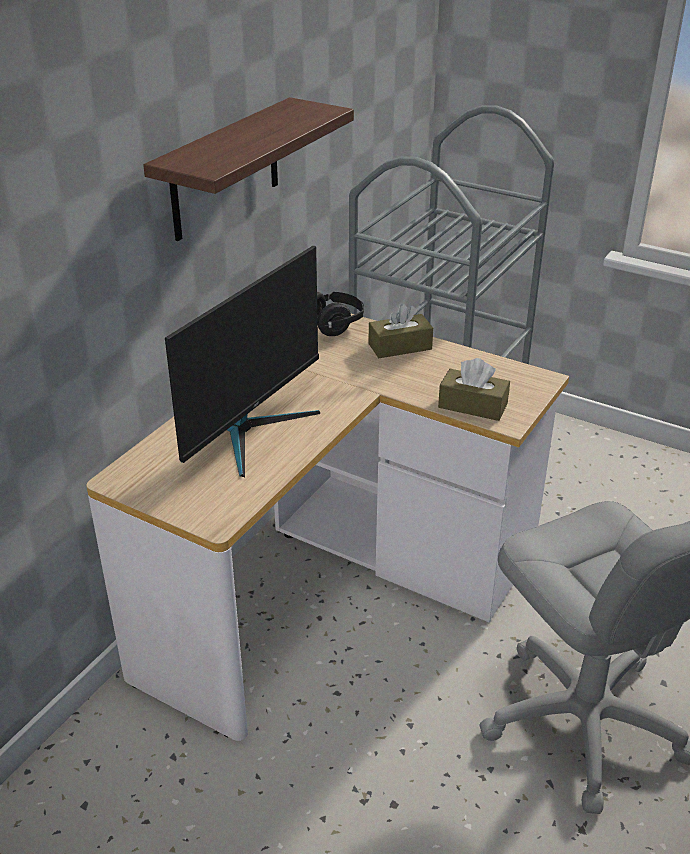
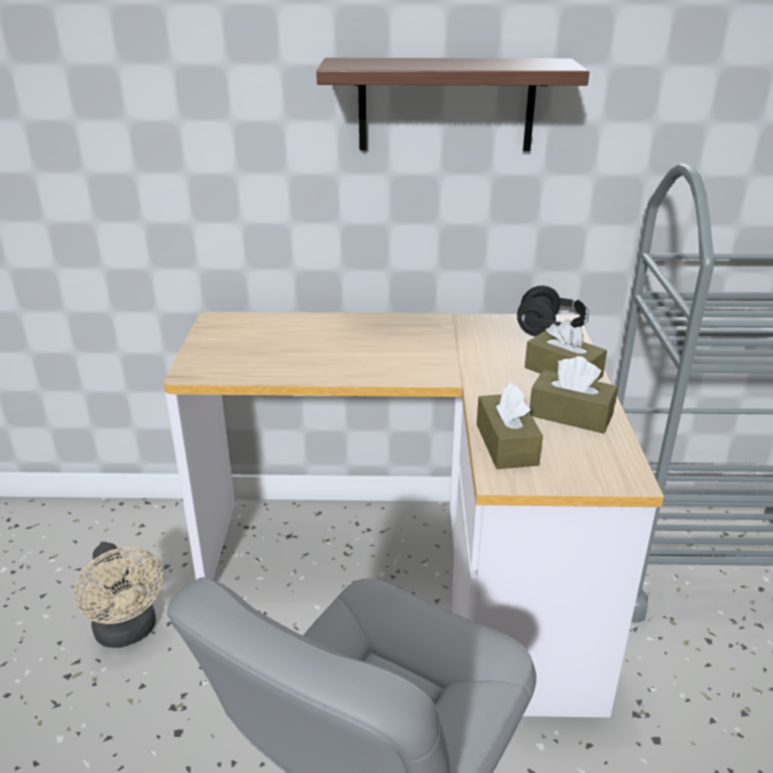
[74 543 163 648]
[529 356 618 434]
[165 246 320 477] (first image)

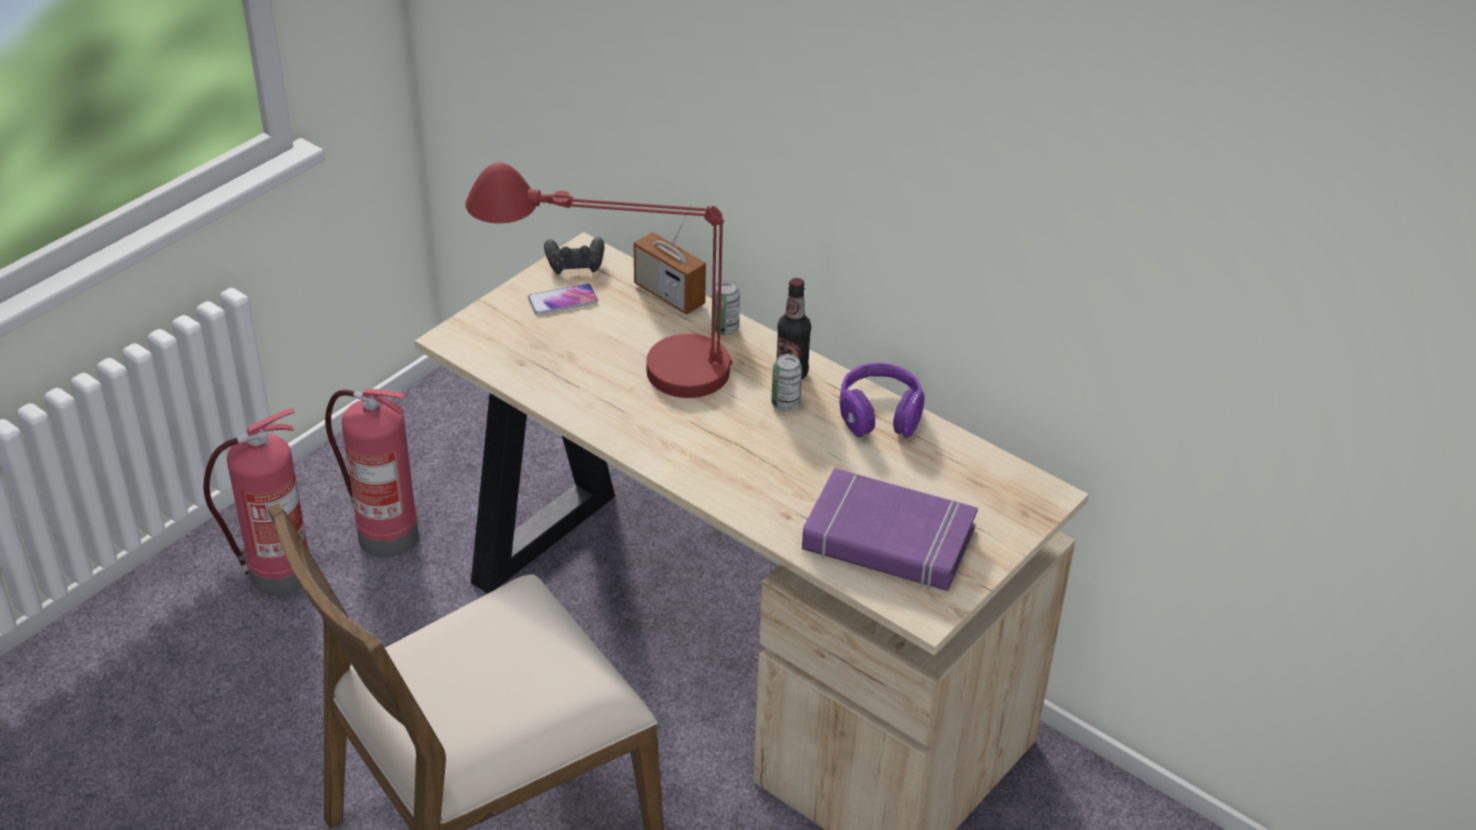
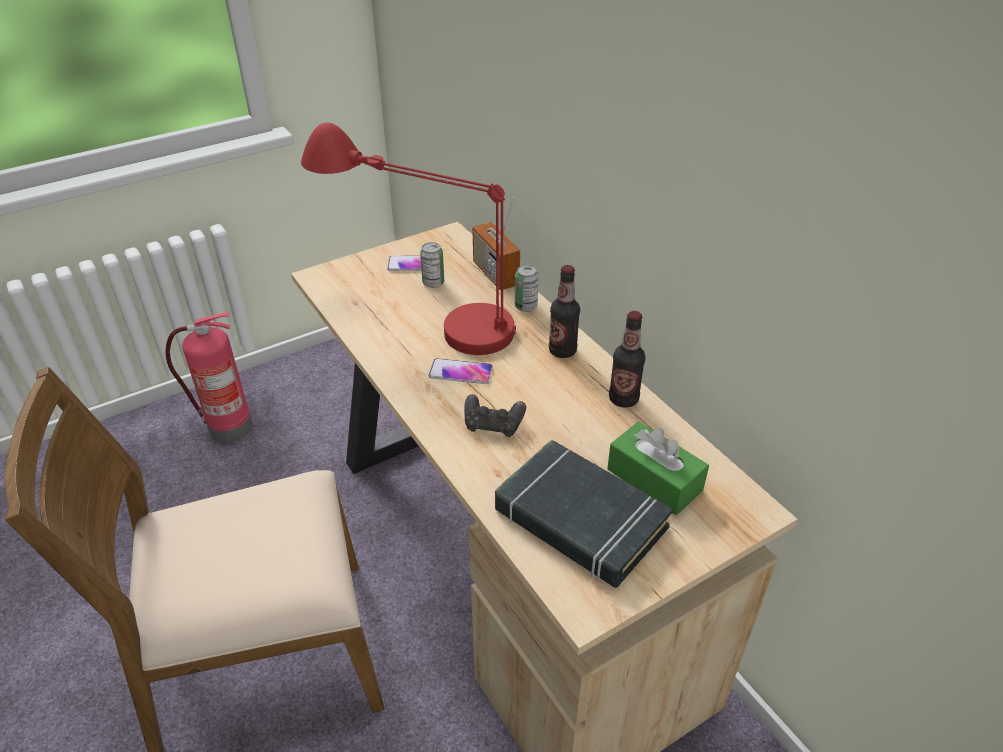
[420 242 444 288]
[428 358 493 384]
[464 394 526 437]
[495 439 673 588]
[607 422 709 515]
[609 311 646 408]
[325 388 419 558] (first image)

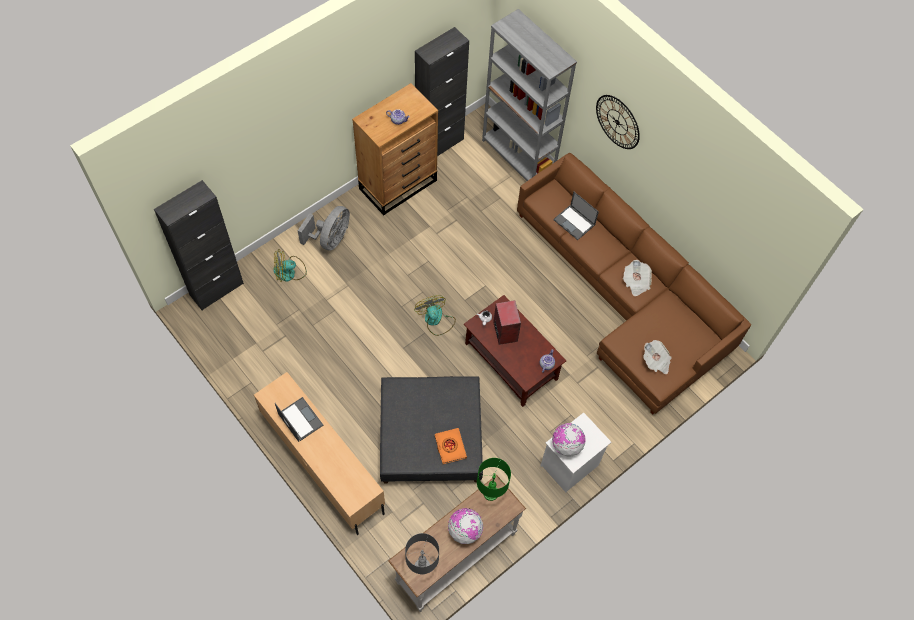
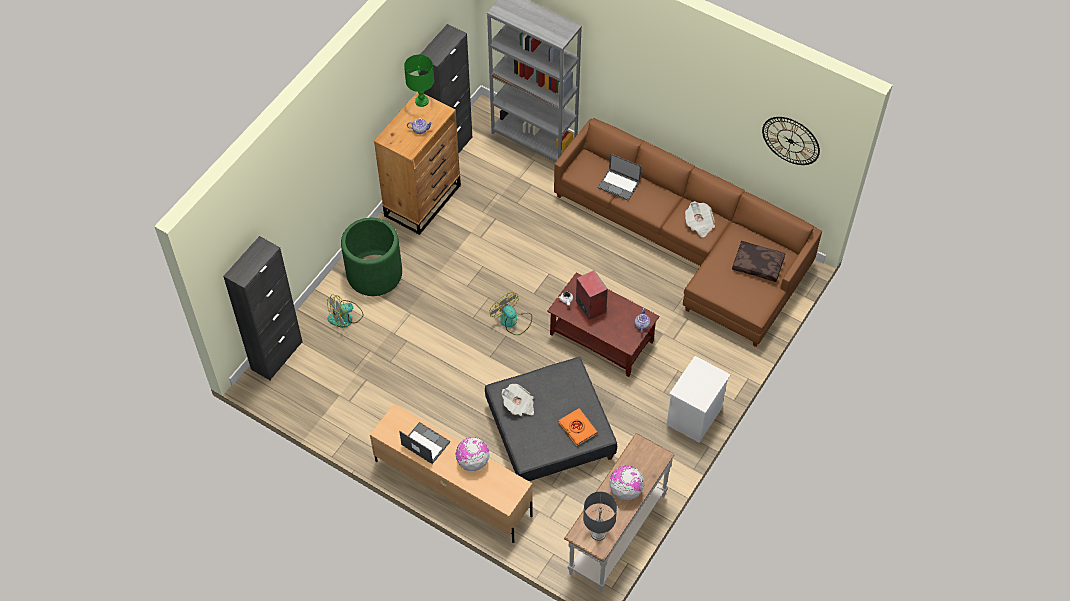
[341 218 402 296]
[404 54 434 107]
[456 437 489 471]
[502 384 534 416]
[732 241 785 282]
[762 117 820 165]

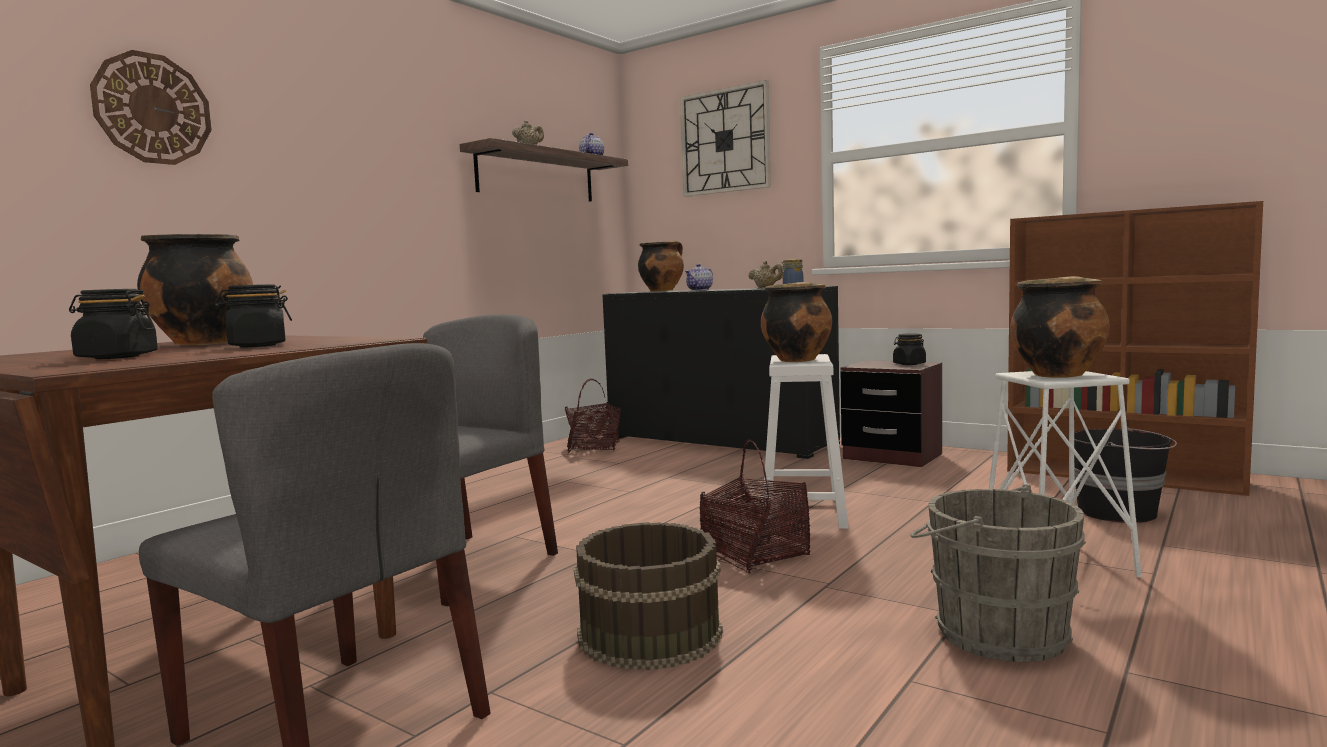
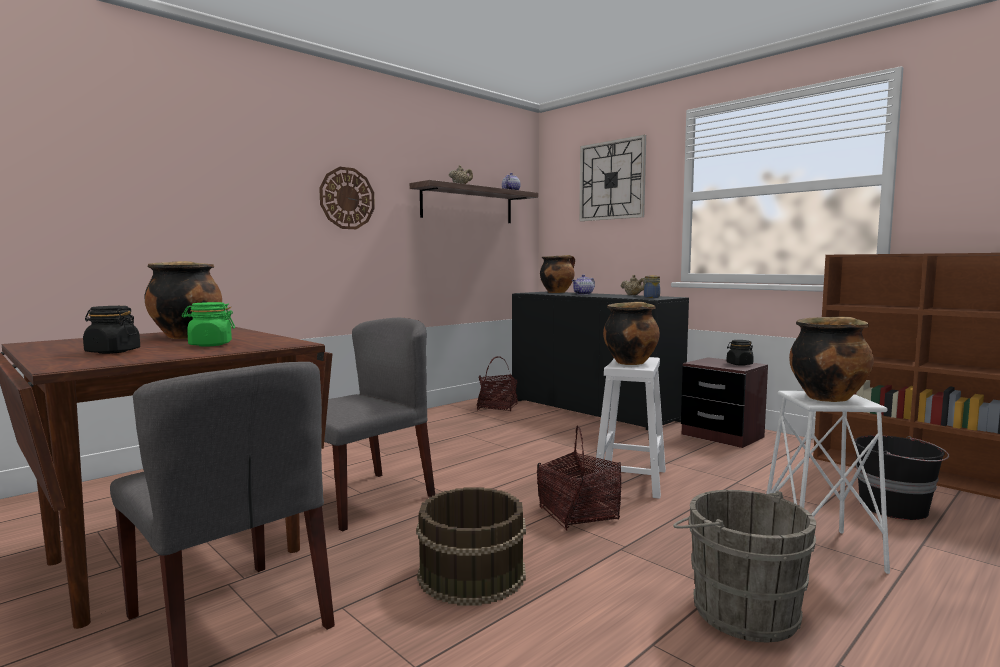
[182 302 235 346]
[319 167 375 229]

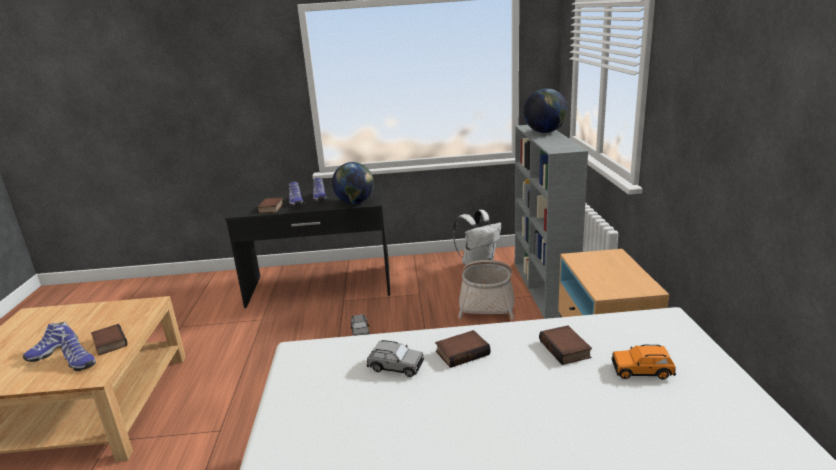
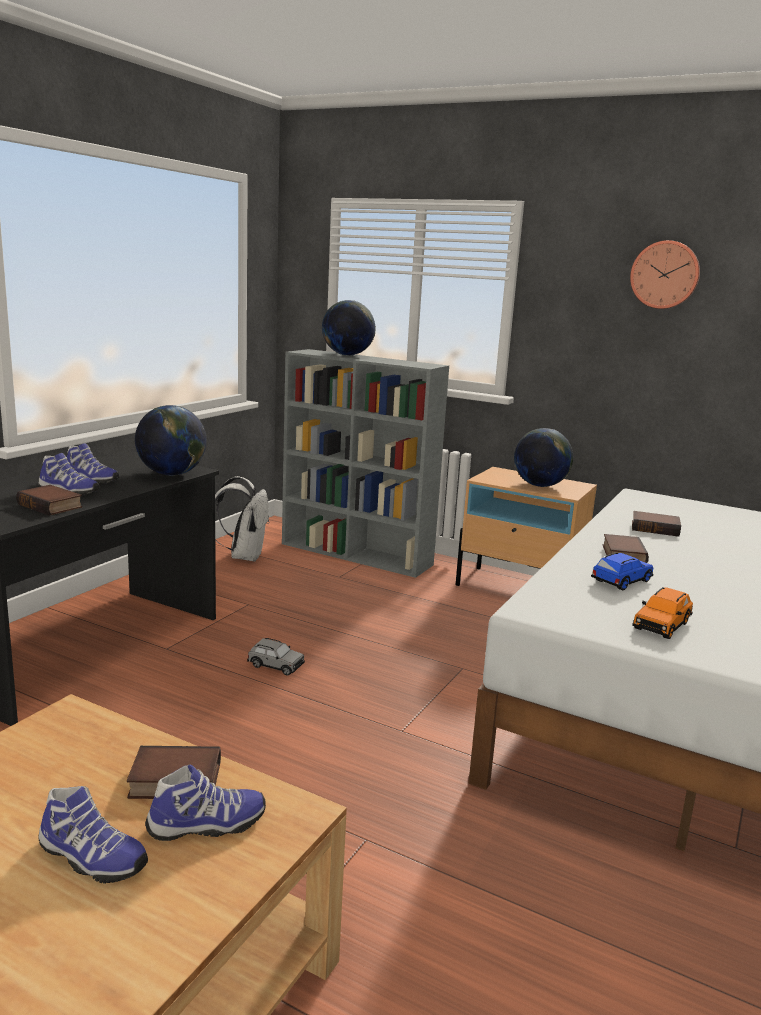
[38 786 148 884]
[514 428 573 487]
[591 552 653 590]
[630 240 700 309]
[632 587 693 639]
[458 260 514 320] (first image)

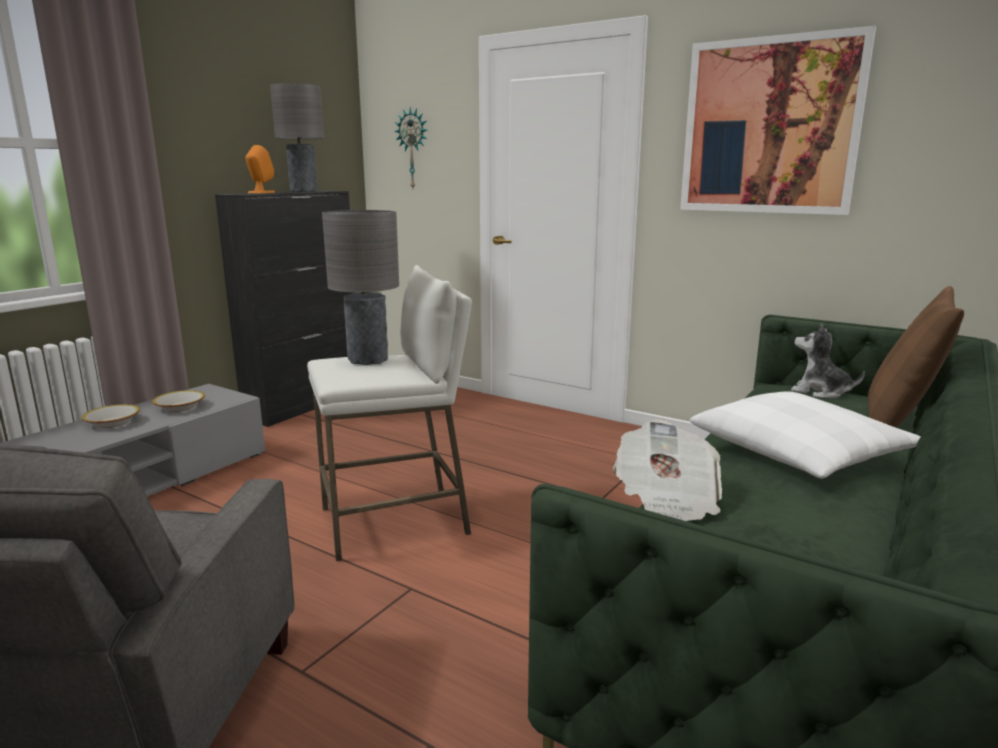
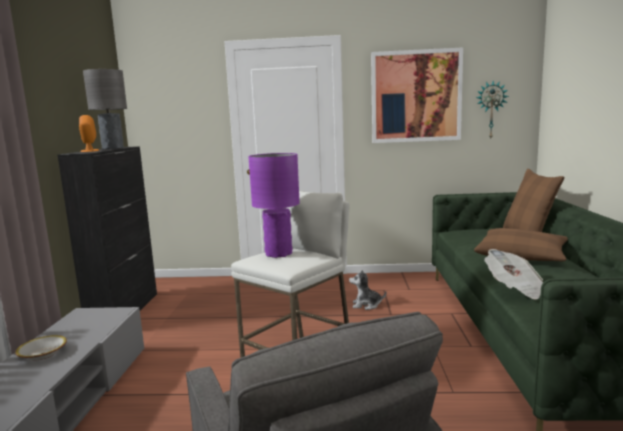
[248 153 300 258]
[349 270 386 310]
[474 228 568 261]
[476 81 509 140]
[152 390 205 412] (first image)

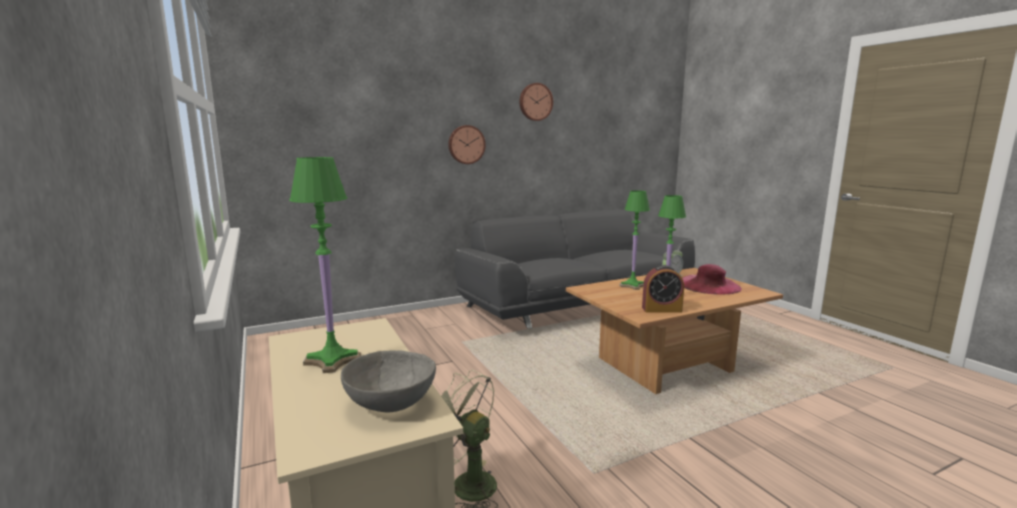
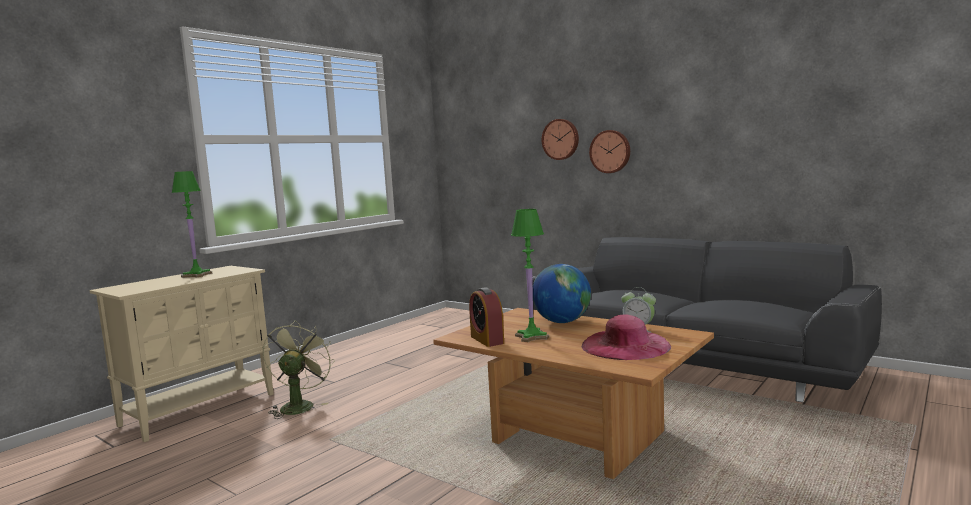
[533 264 591 323]
[542 119 579 160]
[341 351 436 412] (first image)

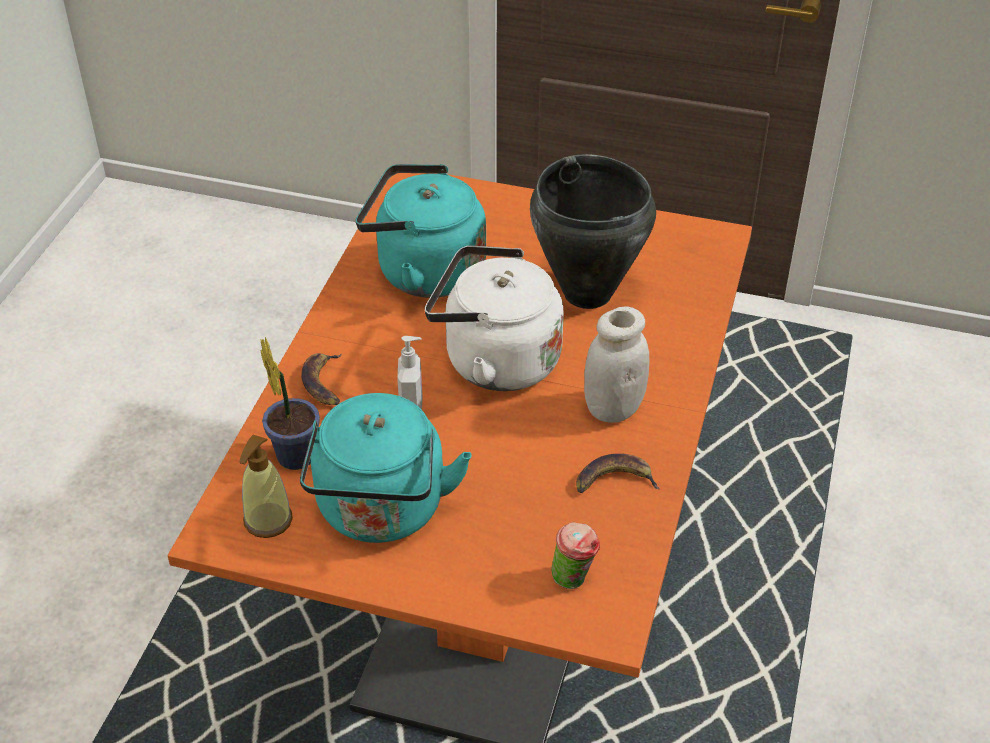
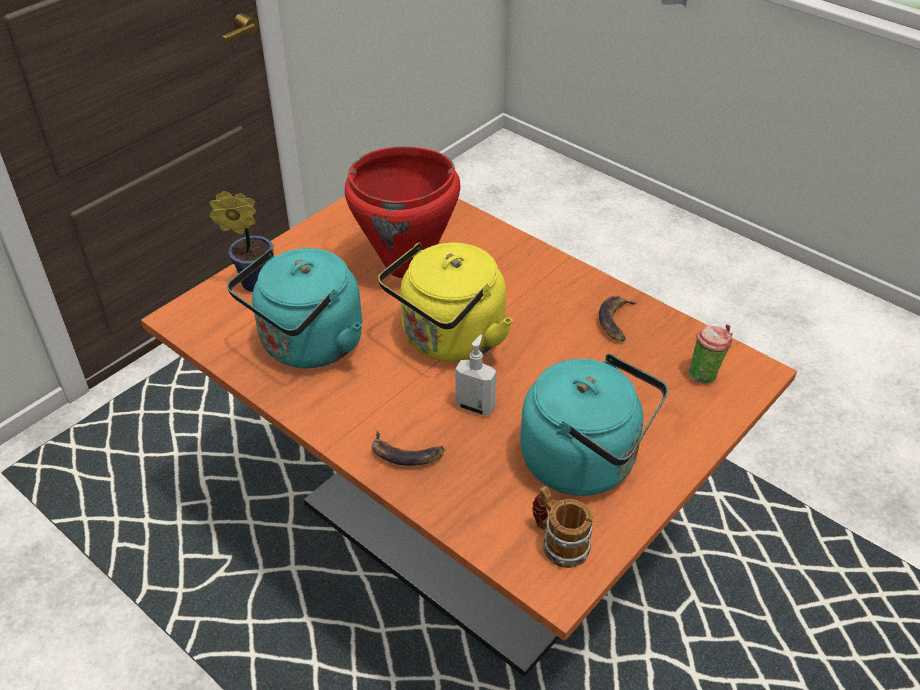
[209 191 273 292]
[345 146 460 278]
[378 242 513 362]
[532 486 593 568]
[584 307 650 423] (first image)

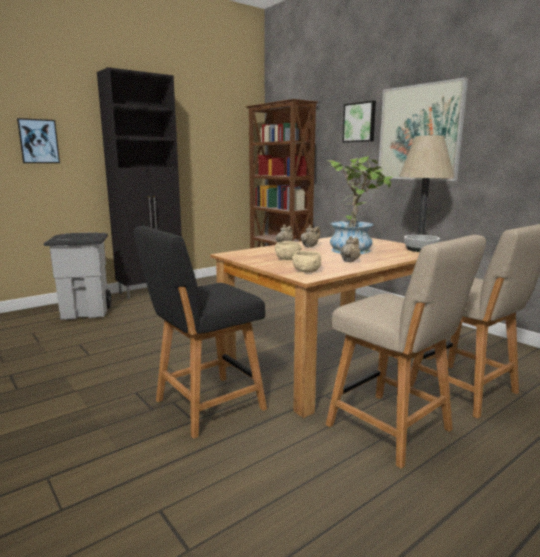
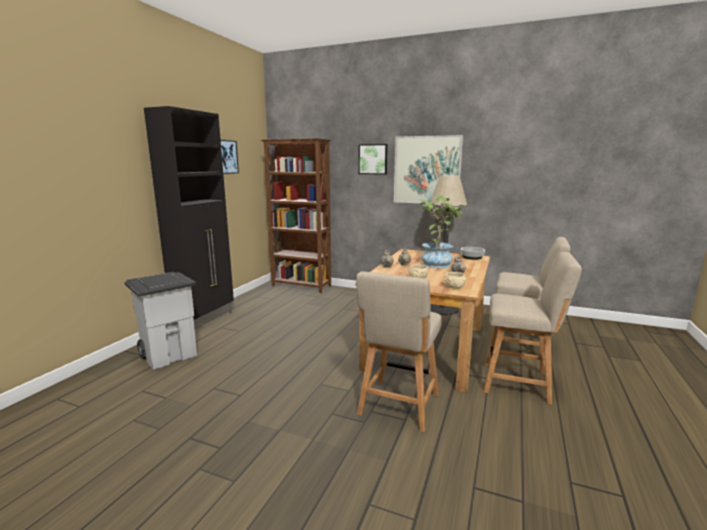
[221 140 239 174]
[356 271 442 432]

